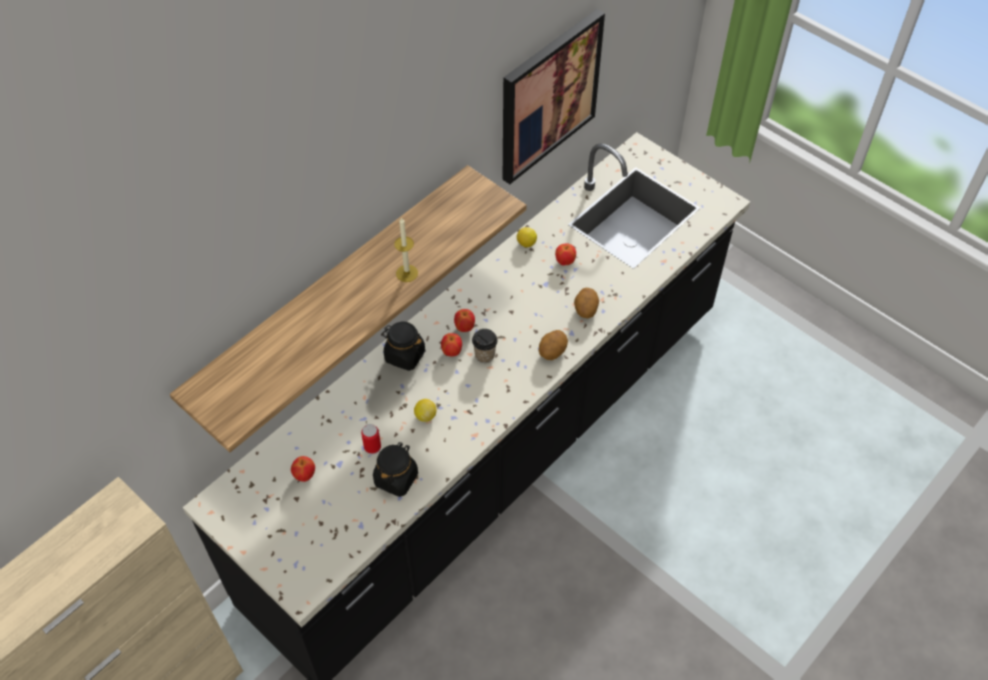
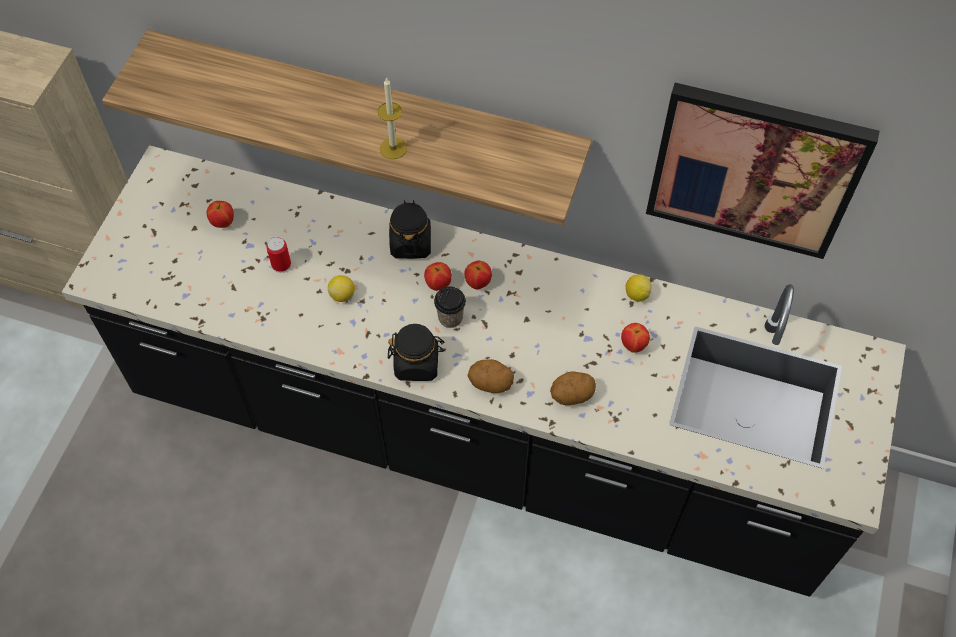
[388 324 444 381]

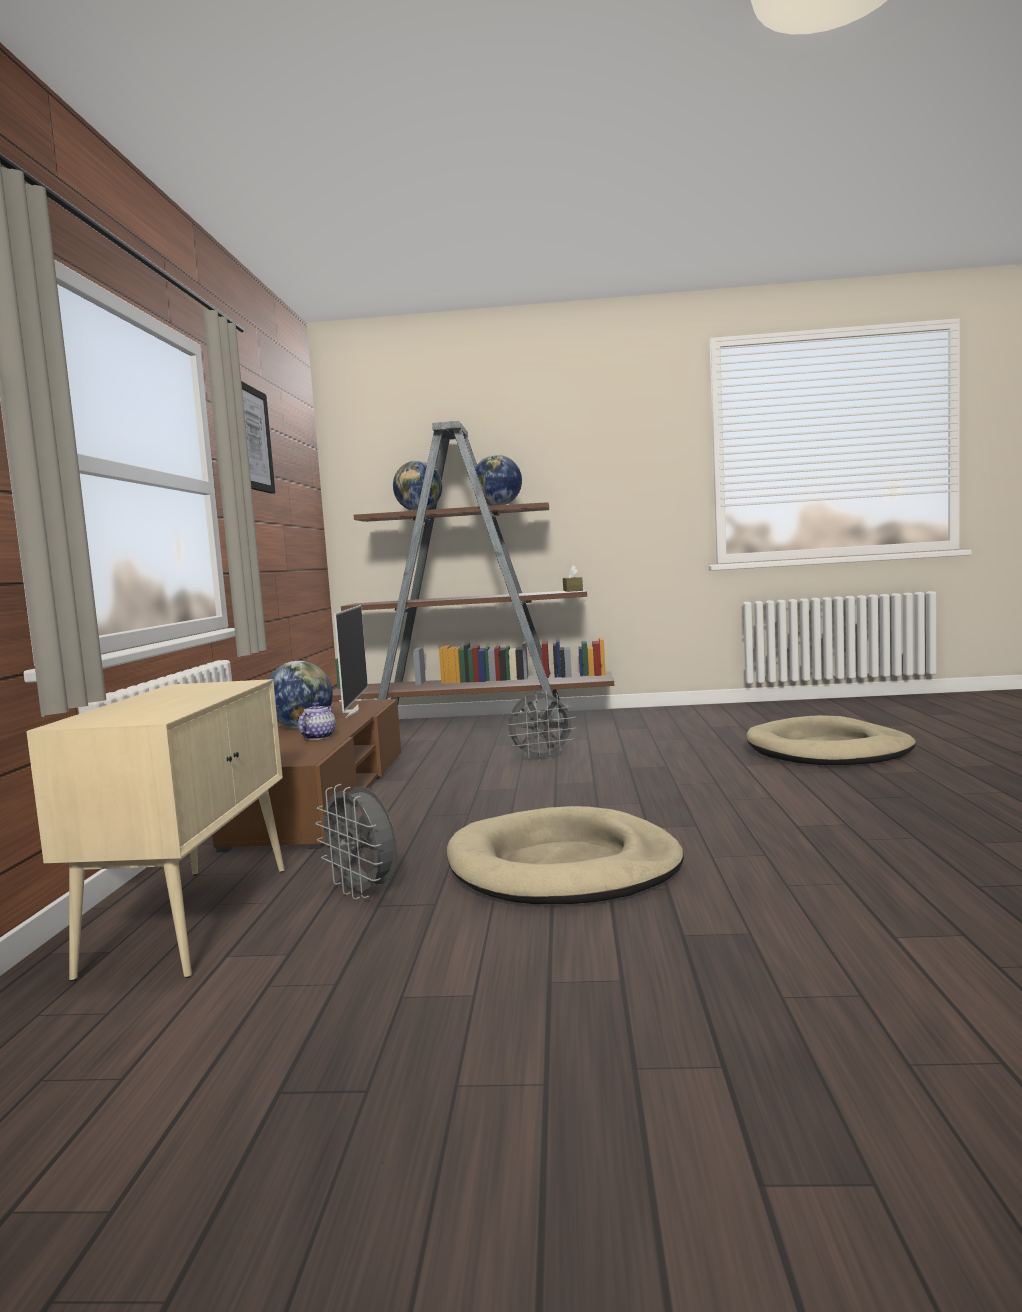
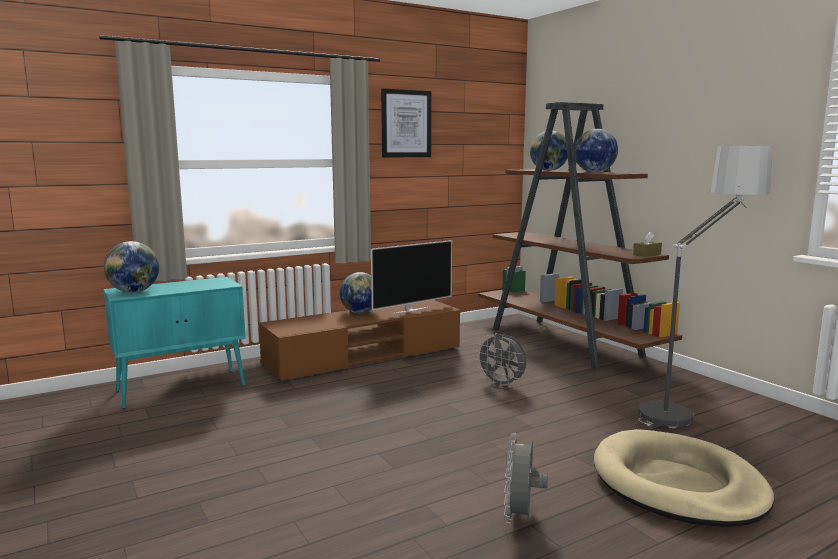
[104 241 159 293]
[104 277 245 409]
[504 433 548 524]
[638 146 772 428]
[298 702 336 740] (first image)
[447 806 684 904] (first image)

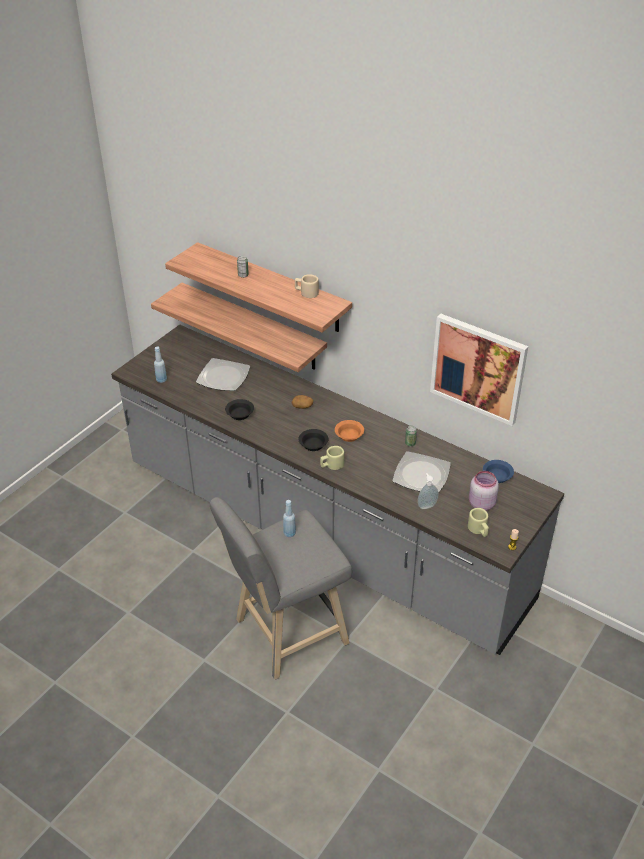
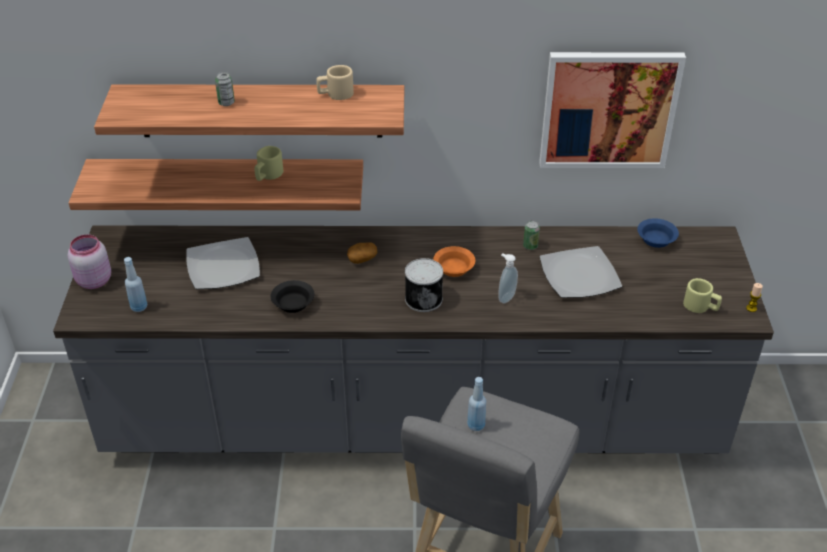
[68 234 111 289]
[254 146 283 181]
[405 258 443 312]
[498 253 518 304]

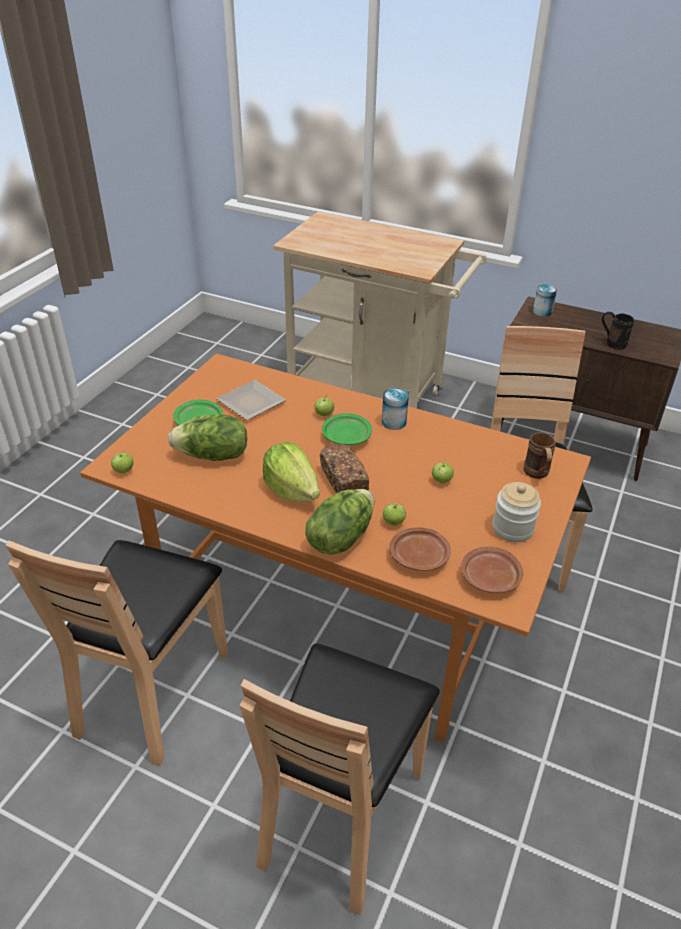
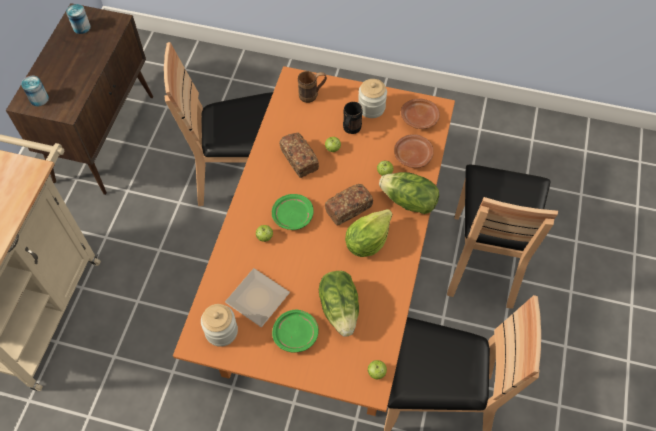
[66 4 91 34]
[201 304 238 347]
[279 133 319 178]
[343 102 363 134]
[447 164 558 309]

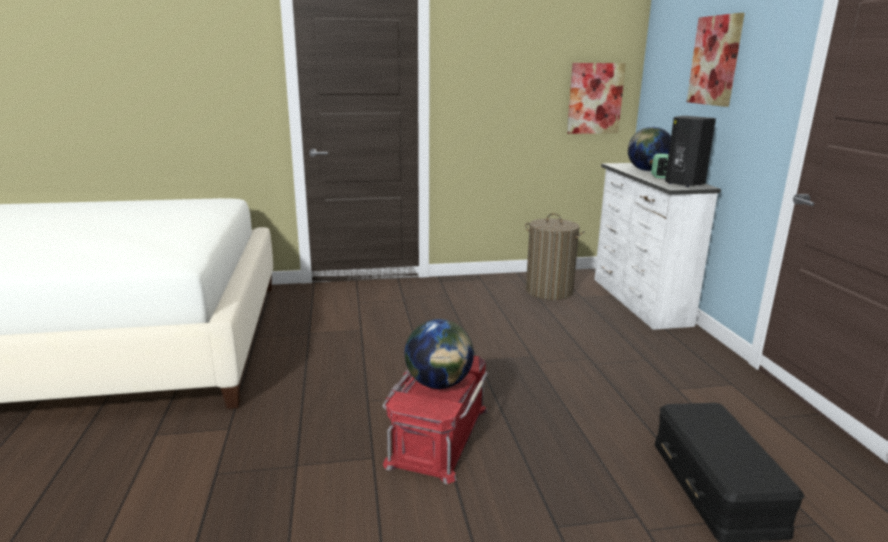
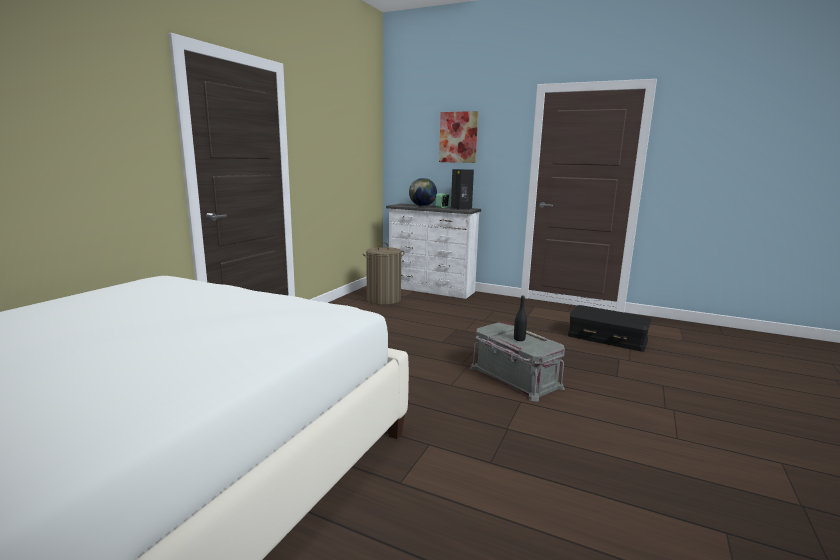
[470 322 565 401]
[514 296 527 341]
[567 63 626 134] (first image)

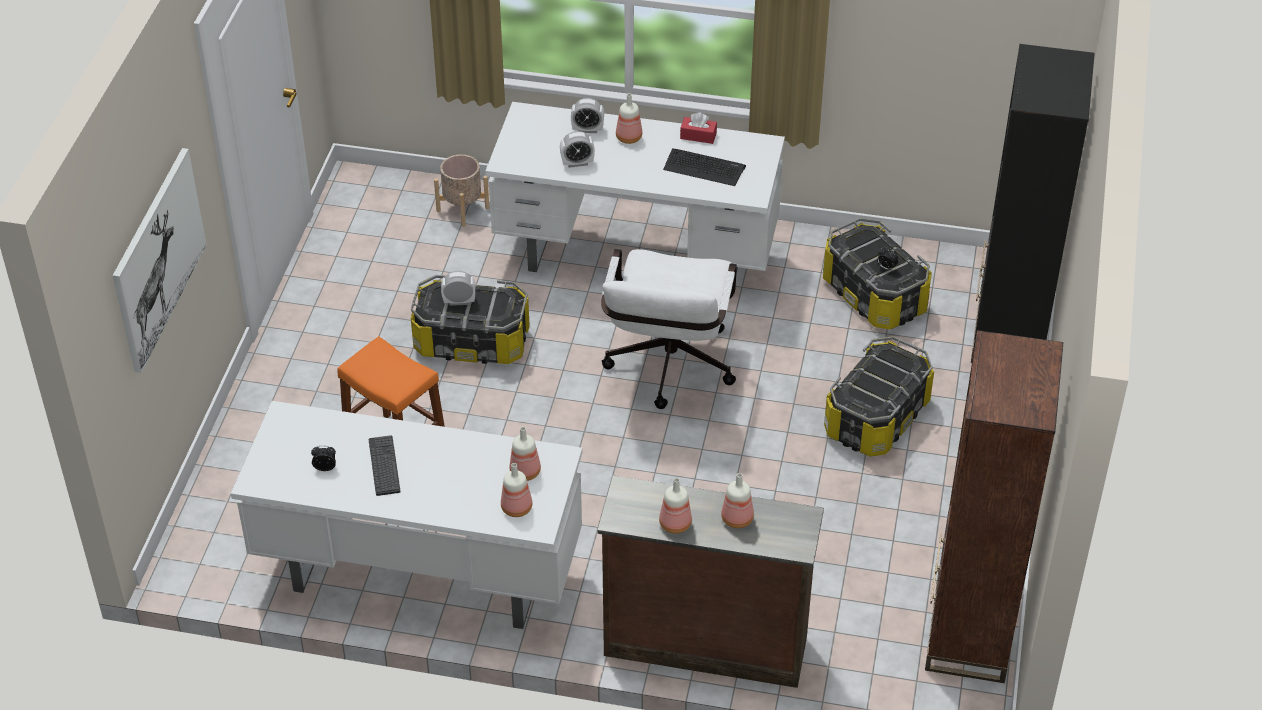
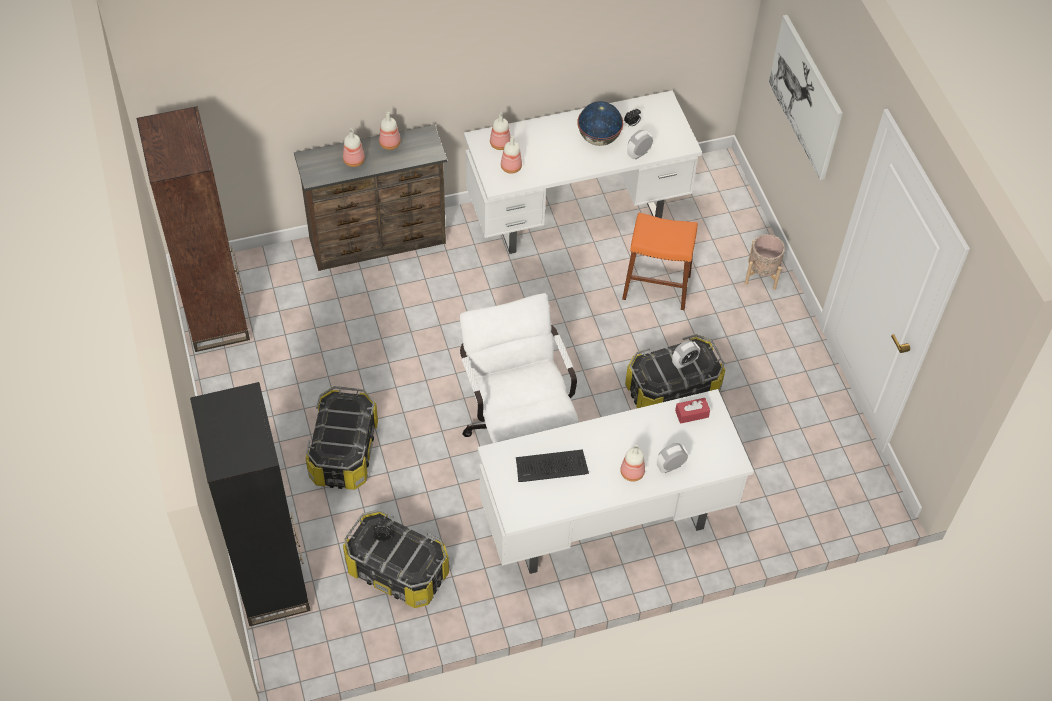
[577 101 623 146]
[627 130 653 160]
[675 398 710 424]
[745 234 785 290]

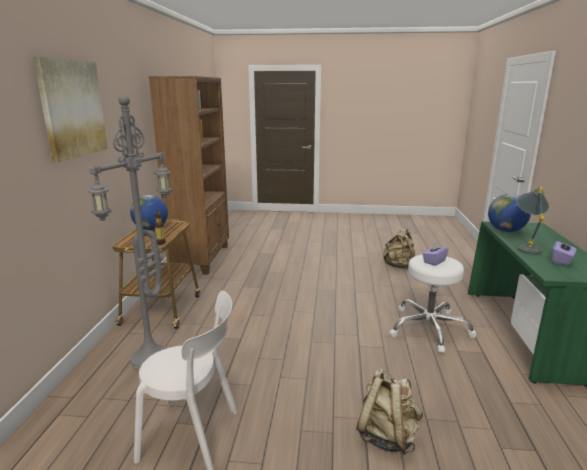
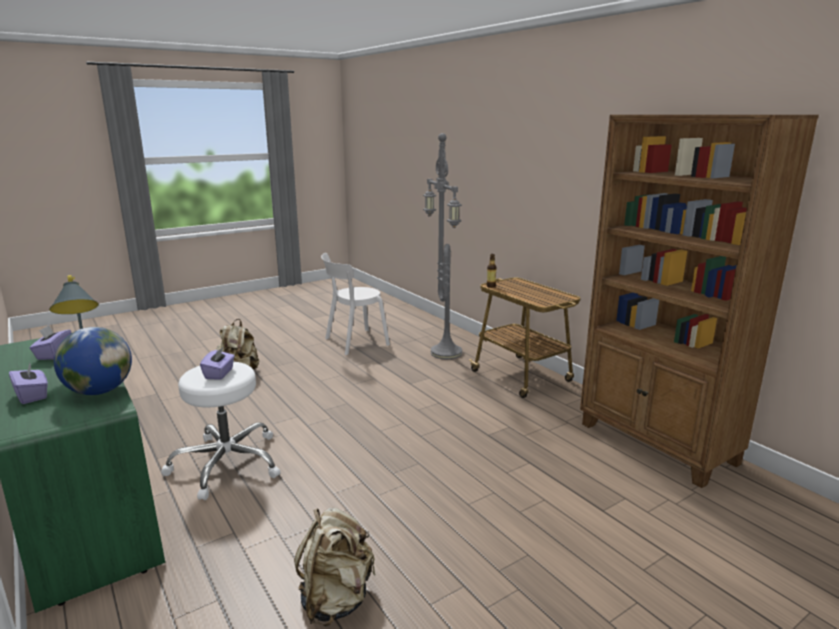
[9 362 48 404]
[33 56 108 162] (first image)
[130 195 168 230] (first image)

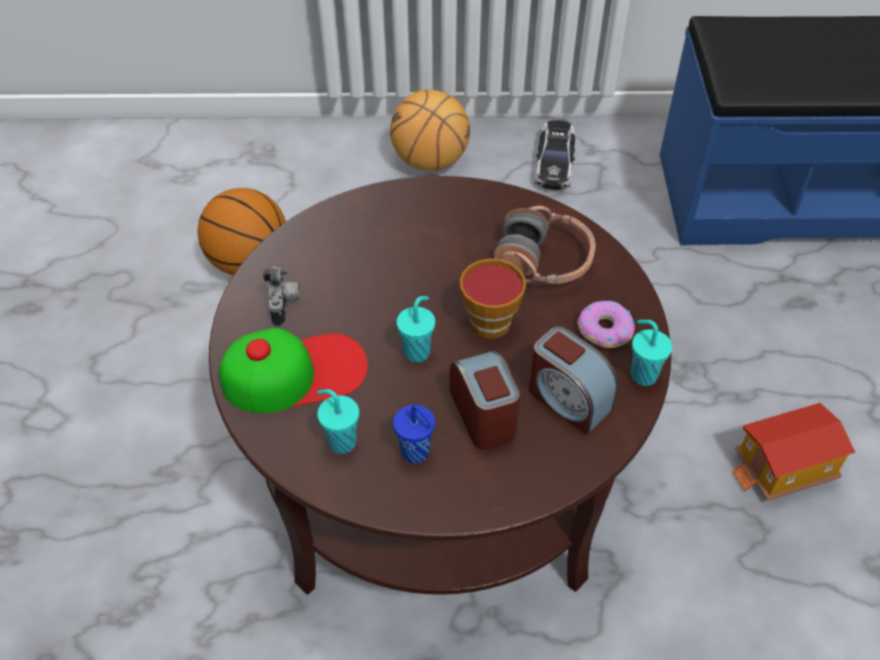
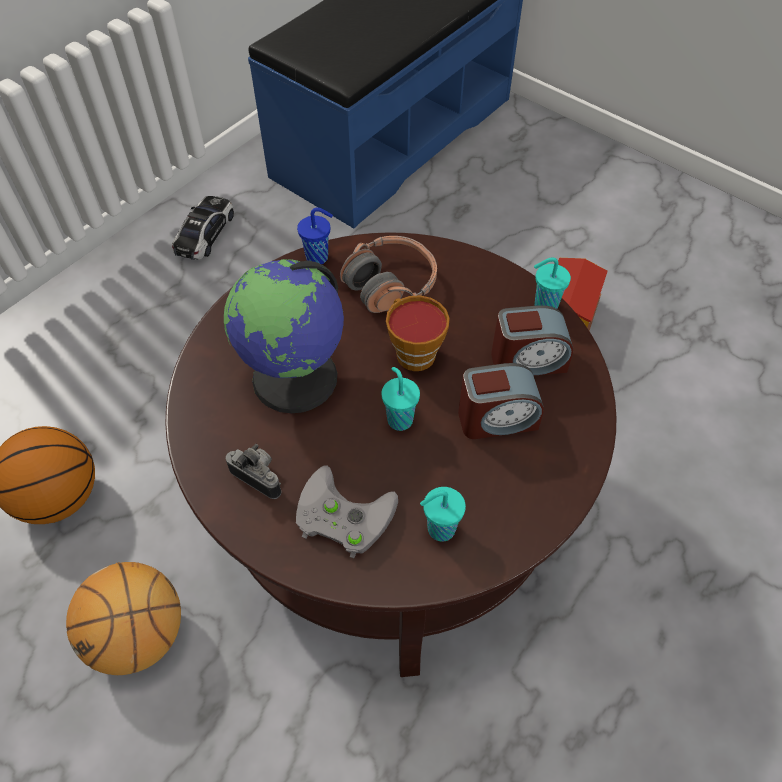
[66 562 181 675]
[172 196 234 260]
[224 259 344 413]
[296 466 398 558]
[297 207 333 264]
[458 363 544 439]
[577 301 635 348] (first image)

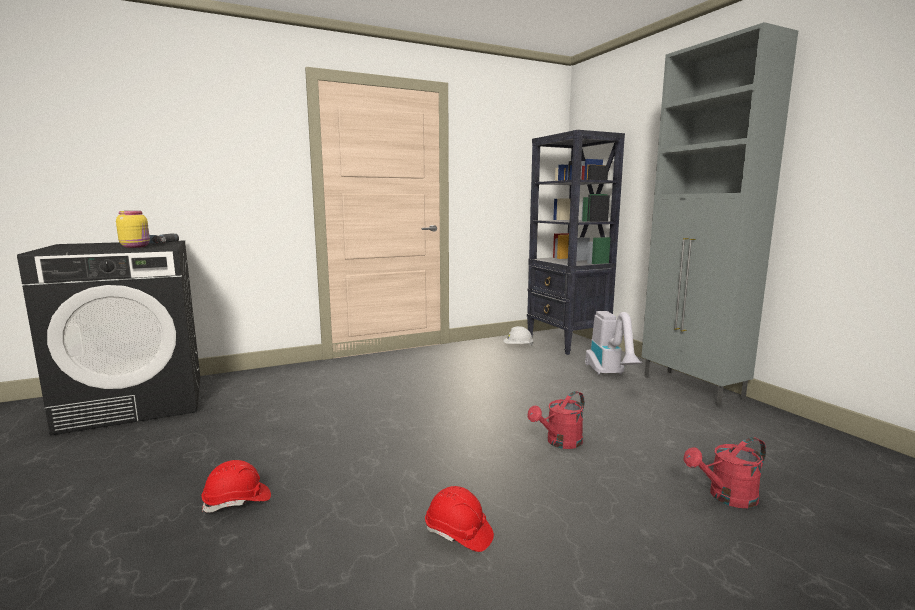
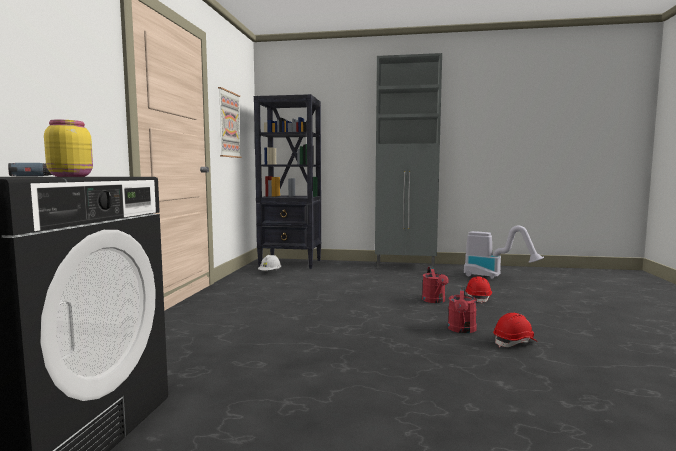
[218 87 242 158]
[448 287 477 333]
[464 226 544 279]
[465 277 492 304]

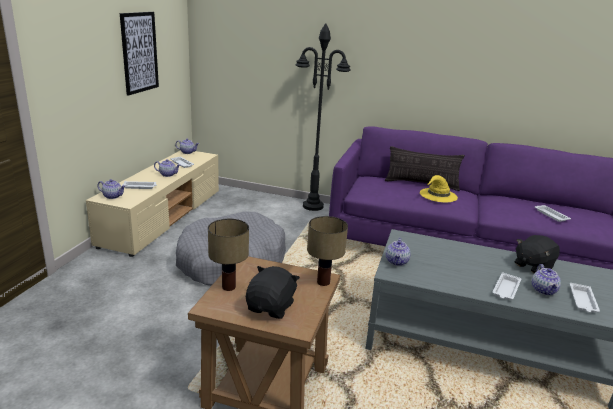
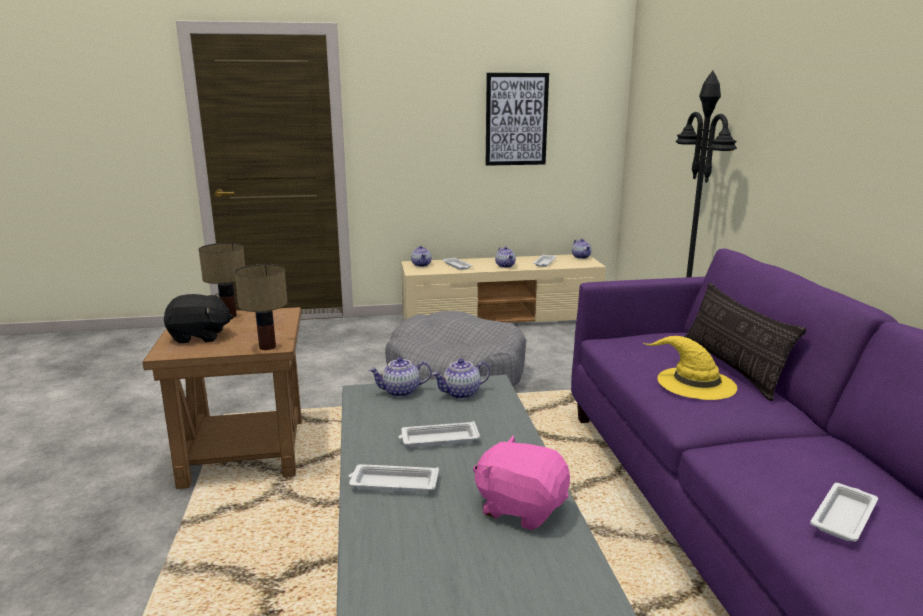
[399 421 480 447]
[432 359 490 399]
[473 436 570 530]

